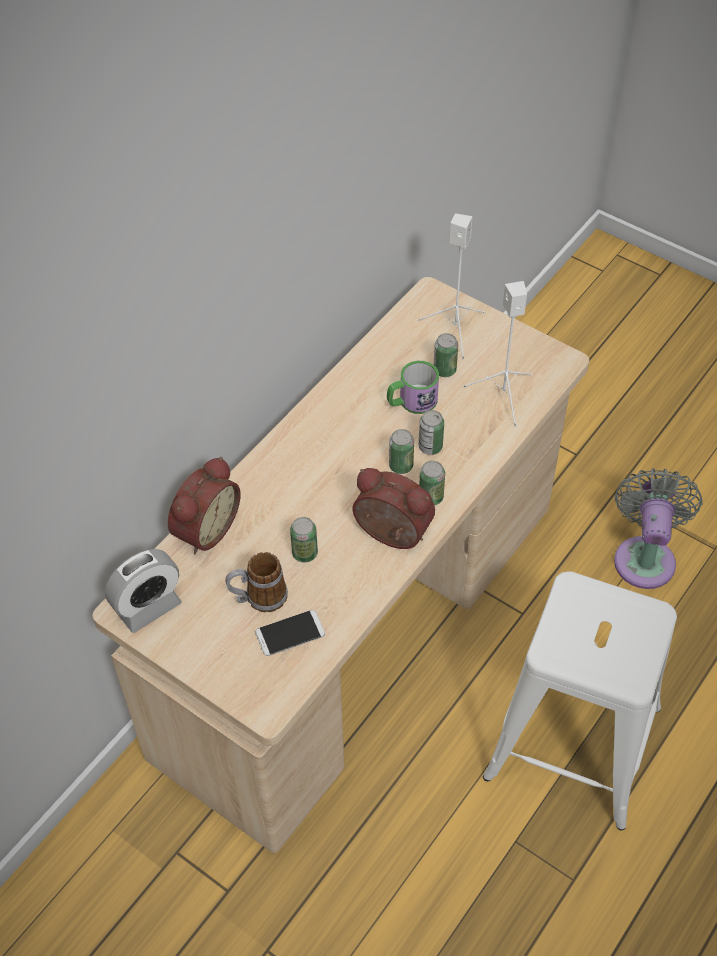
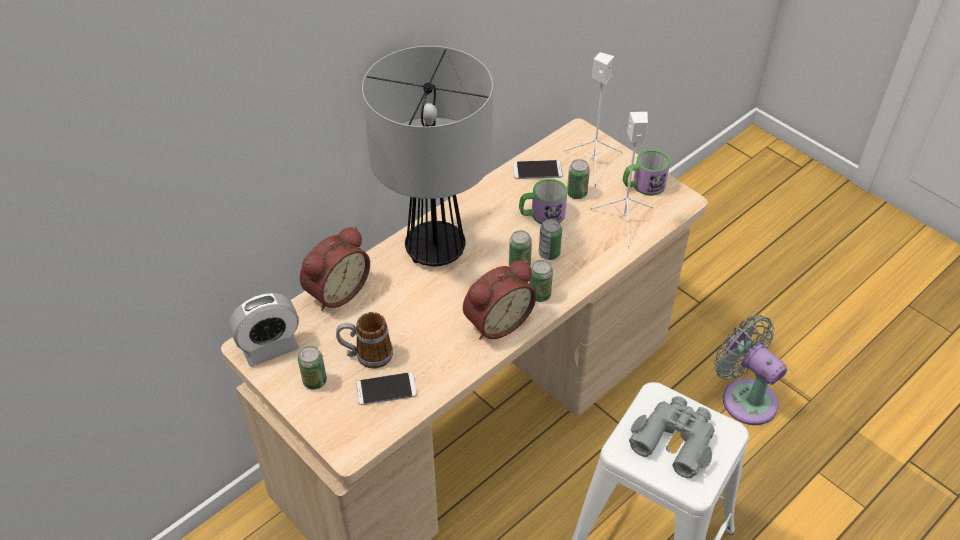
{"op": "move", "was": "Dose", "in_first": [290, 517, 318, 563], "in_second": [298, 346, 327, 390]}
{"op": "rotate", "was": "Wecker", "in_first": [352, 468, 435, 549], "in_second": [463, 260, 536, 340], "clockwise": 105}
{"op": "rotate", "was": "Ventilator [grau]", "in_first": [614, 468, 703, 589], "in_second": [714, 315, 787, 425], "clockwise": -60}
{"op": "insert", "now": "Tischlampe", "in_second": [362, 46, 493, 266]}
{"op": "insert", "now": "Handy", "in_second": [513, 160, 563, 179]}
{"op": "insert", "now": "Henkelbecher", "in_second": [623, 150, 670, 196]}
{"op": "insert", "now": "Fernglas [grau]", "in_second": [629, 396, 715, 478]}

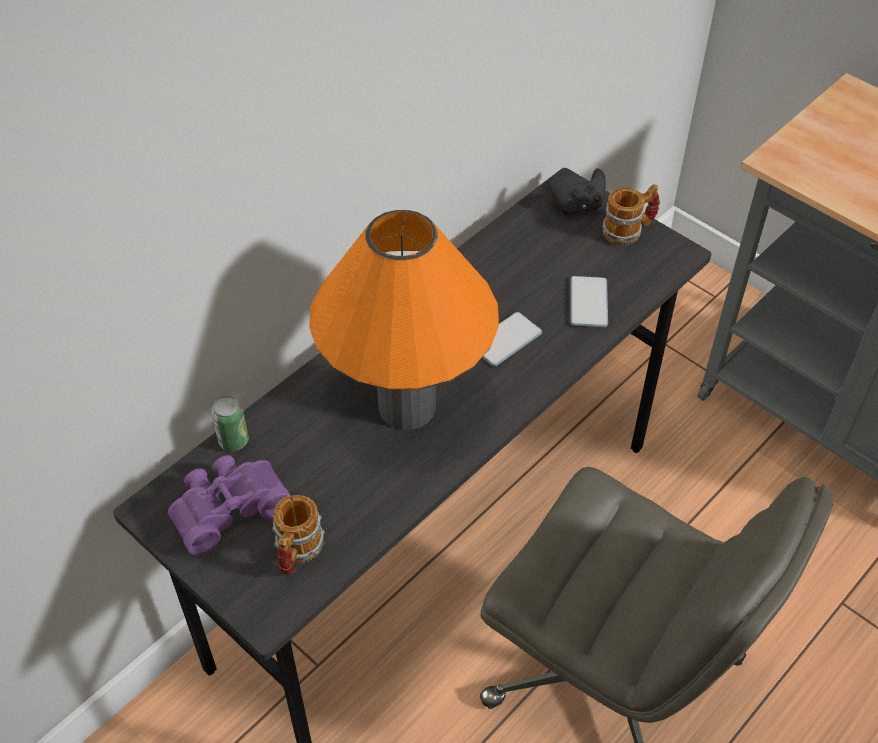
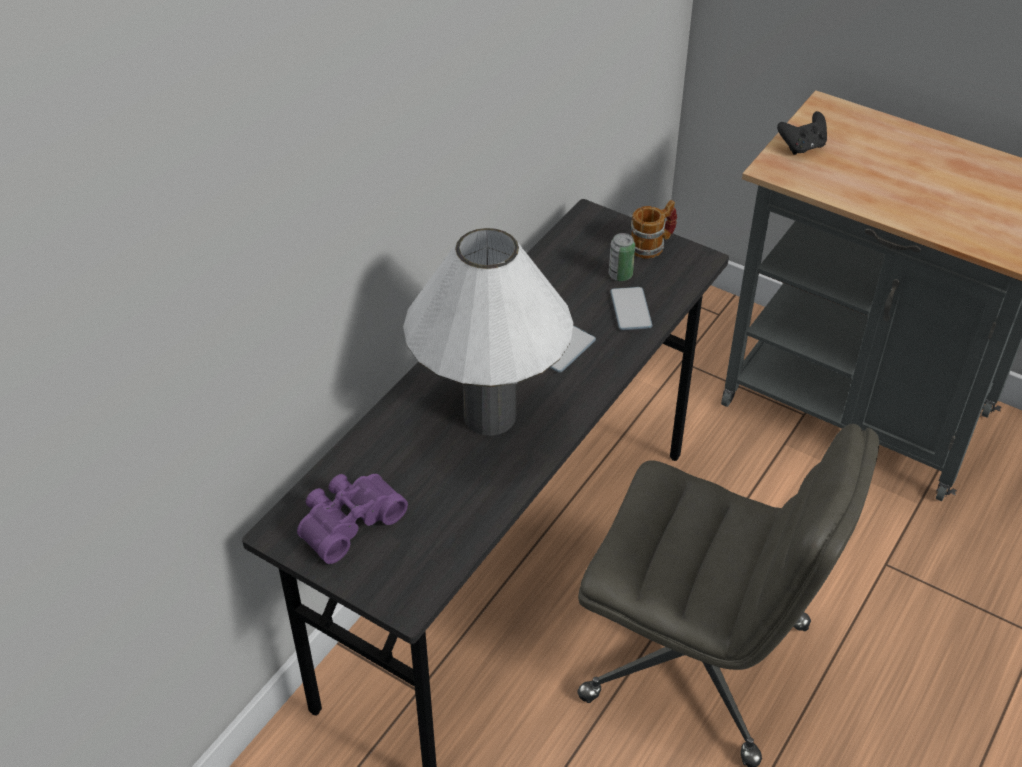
{"op": "move", "was": "Dose", "in_first": [211, 396, 249, 451], "in_second": [609, 233, 635, 281]}
{"op": "delete", "was": "Henkelbecher", "in_first": [272, 495, 325, 575]}
{"op": "recolor", "was": "Tischlampe [orange]", "now": "Tischlampe [weiß]", "in_first": [309, 210, 499, 430], "in_second": [403, 228, 573, 436]}
{"op": "move", "was": "Gamepad [schwarz]", "in_first": [548, 168, 606, 214], "in_second": [777, 111, 827, 155]}

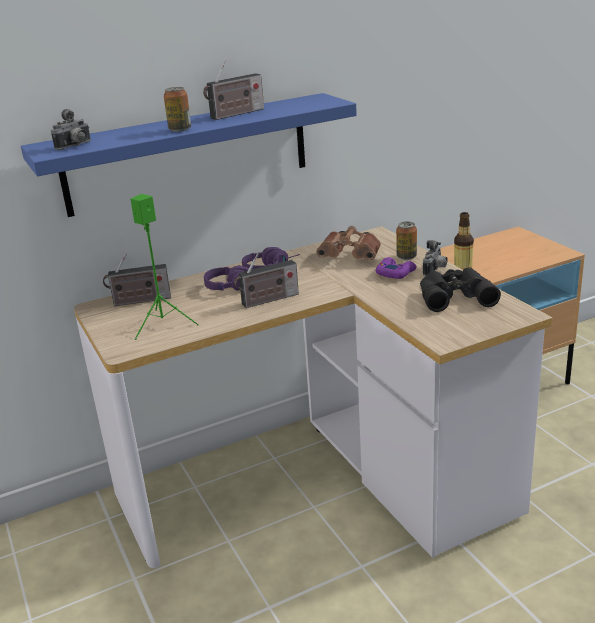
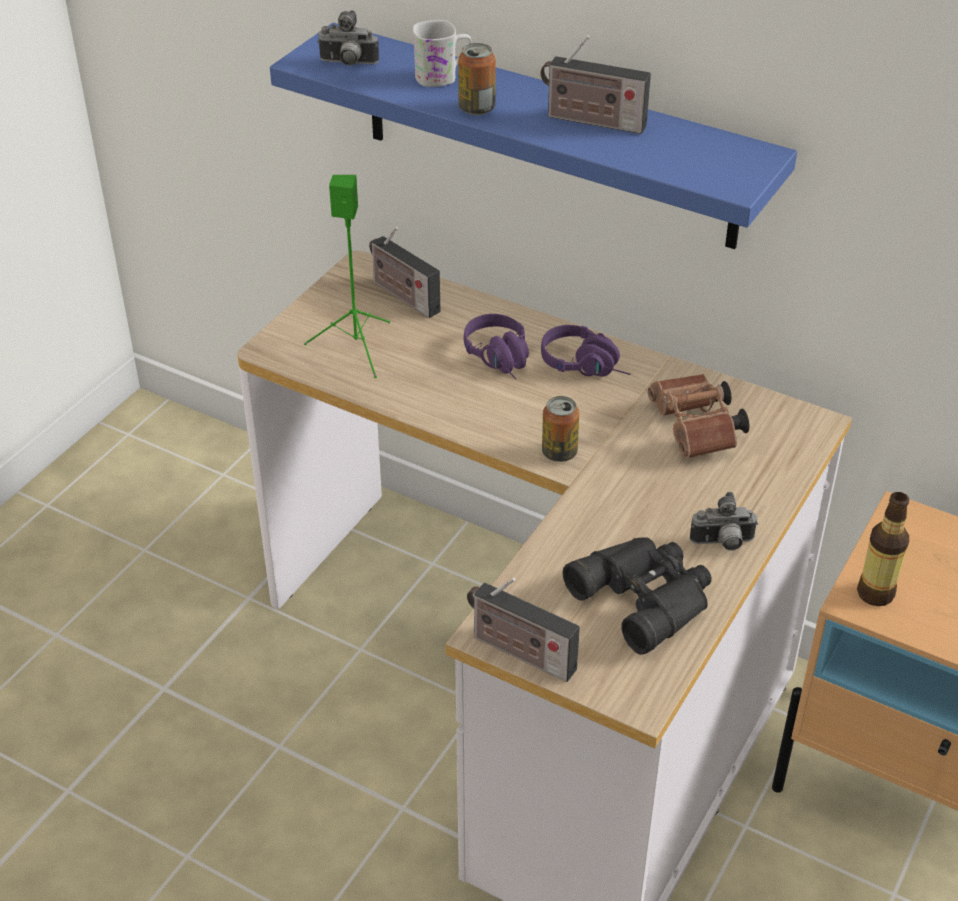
{"op": "move", "was": "Radio", "in_first": [234, 252, 299, 308], "in_second": [467, 578, 580, 682]}
{"op": "delete", "was": "Gamepad [lila]", "in_first": [376, 257, 416, 279]}
{"op": "move", "was": "Dose", "in_first": [396, 222, 417, 260], "in_second": [542, 396, 579, 462]}
{"op": "insert", "now": "Henkelbecher [weiß]", "in_second": [412, 20, 471, 87]}

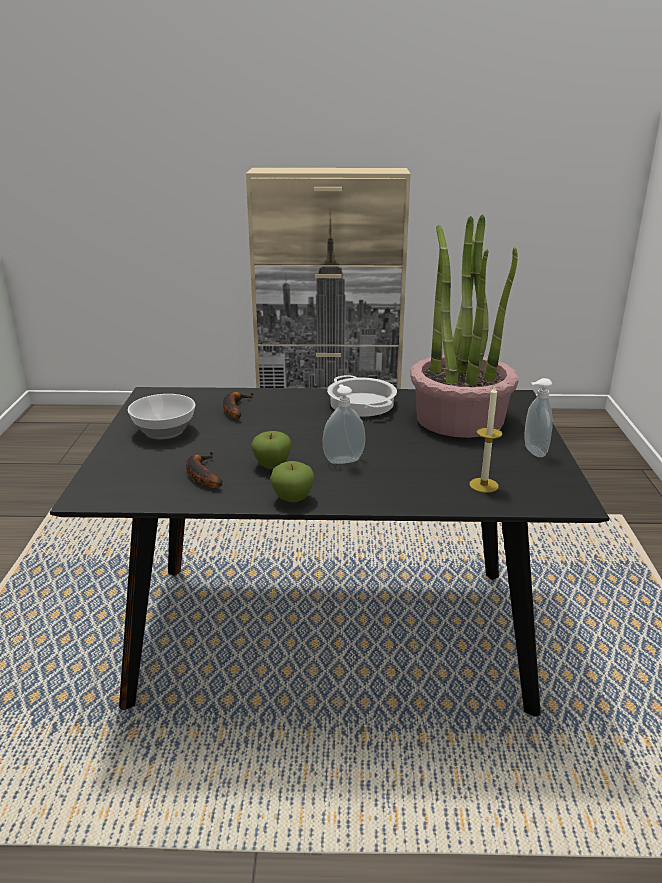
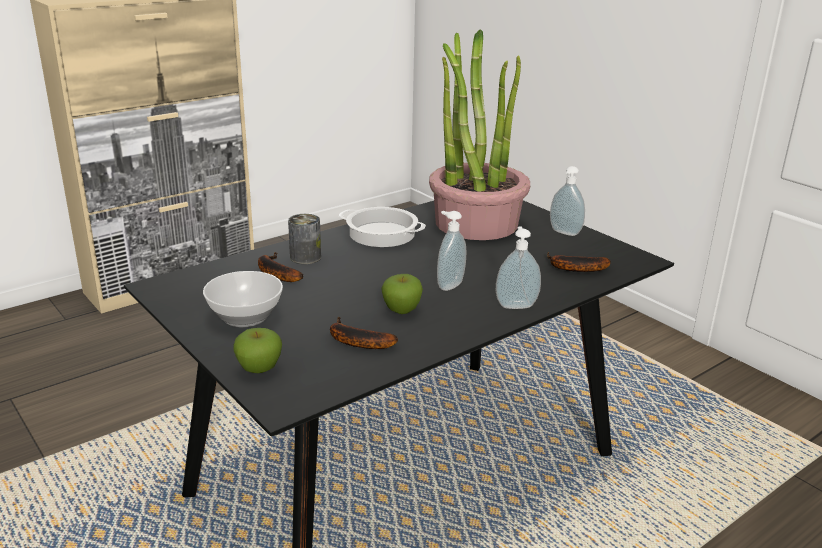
{"op": "move", "was": "Apfel", "in_first": [270, 461, 315, 502], "in_second": [233, 328, 282, 373]}
{"op": "replace", "was": "Kerze", "now": "Banane", "in_first": [469, 386, 503, 493], "in_second": [547, 252, 611, 272]}
{"op": "insert", "now": "Dose", "in_second": [288, 214, 321, 264]}
{"op": "insert", "now": "Seifenspender", "in_second": [496, 227, 541, 309]}

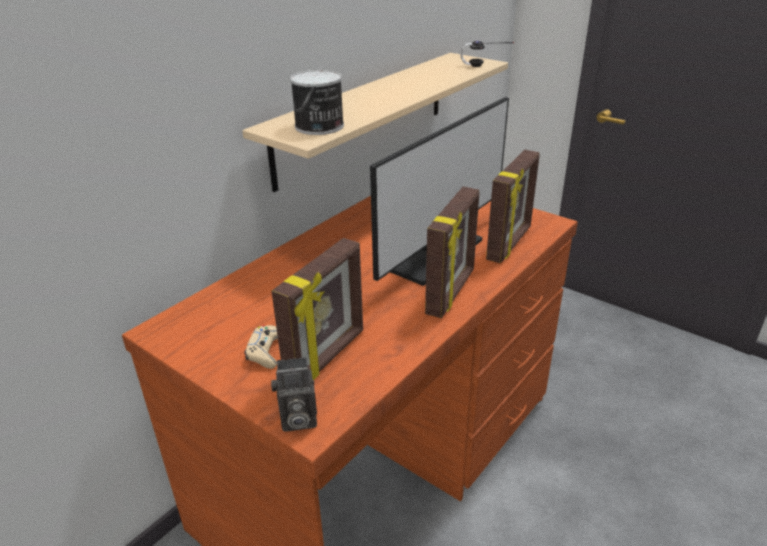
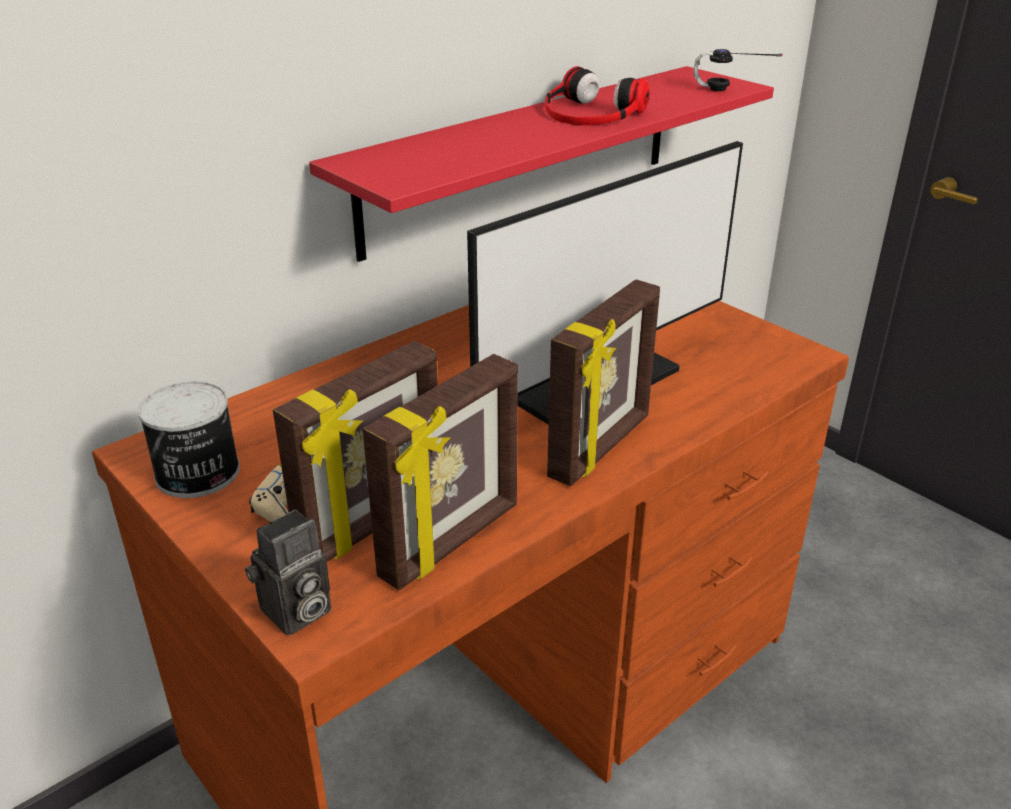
{"op": "recolor", "was": "Wandregal [beige]", "now": "Wandregal [rot]", "in_first": [242, 53, 508, 192], "in_second": [309, 66, 774, 262]}
{"op": "rotate", "was": "Kamera", "in_first": [271, 357, 317, 431], "in_second": [245, 509, 331, 636], "clockwise": -45}
{"op": "move", "was": "Dose", "in_first": [290, 70, 344, 135], "in_second": [138, 381, 240, 498]}
{"op": "move", "was": "Bilderrahmen", "in_first": [486, 150, 540, 263], "in_second": [363, 354, 518, 590]}
{"op": "insert", "now": "Kopfhörer", "in_second": [545, 66, 650, 125]}

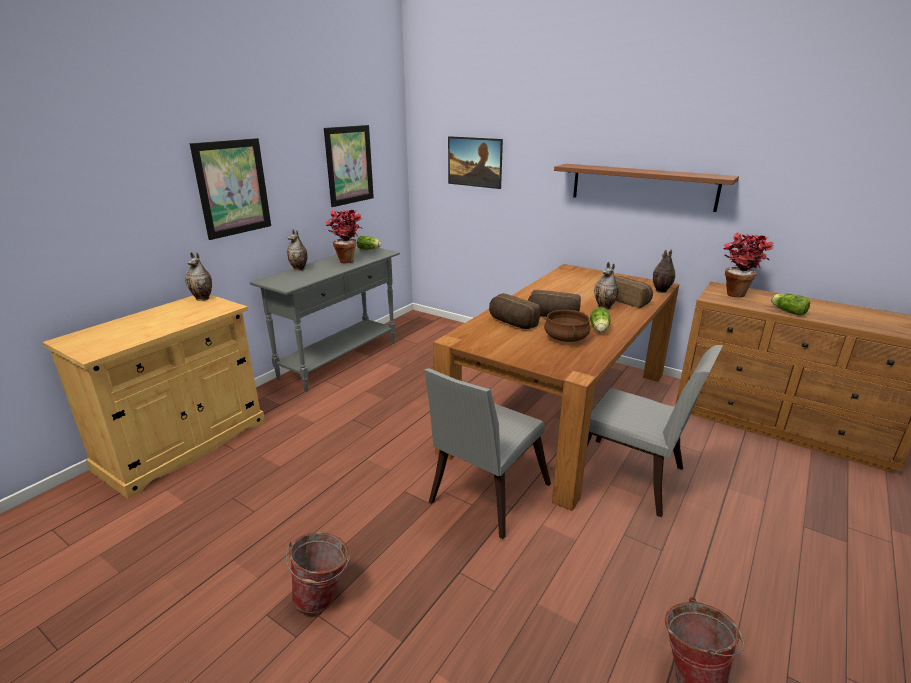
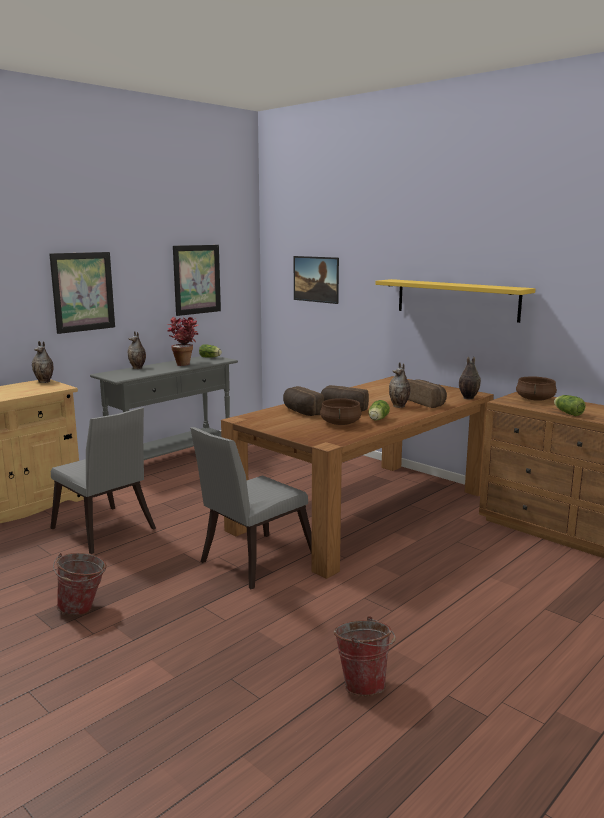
{"op": "recolor", "was": "Wandregal [braun]", "now": "Wandregal [gelb]", "in_first": [554, 164, 739, 212], "in_second": [375, 279, 535, 323]}
{"op": "move", "was": "Stuhl [grau]", "in_first": [587, 345, 723, 517], "in_second": [51, 408, 156, 554]}
{"op": "replace", "was": "Topfpflanze", "now": "Kochtopf [braun]", "in_first": [723, 232, 774, 298], "in_second": [516, 376, 557, 401]}

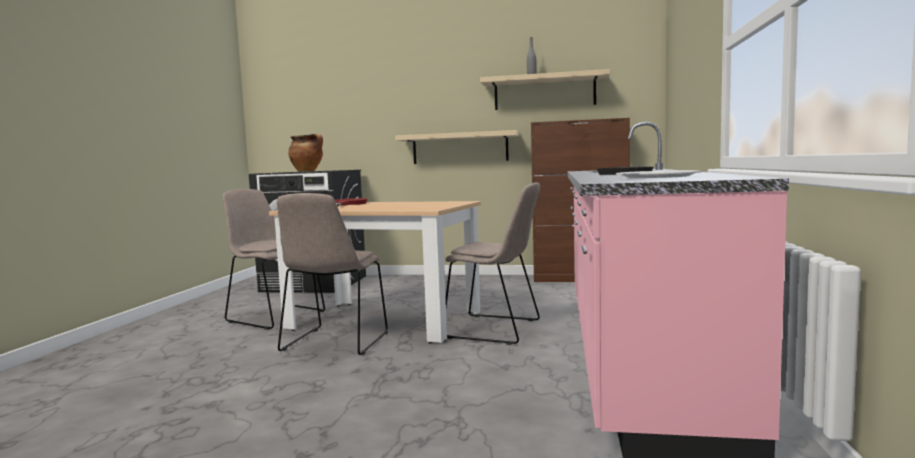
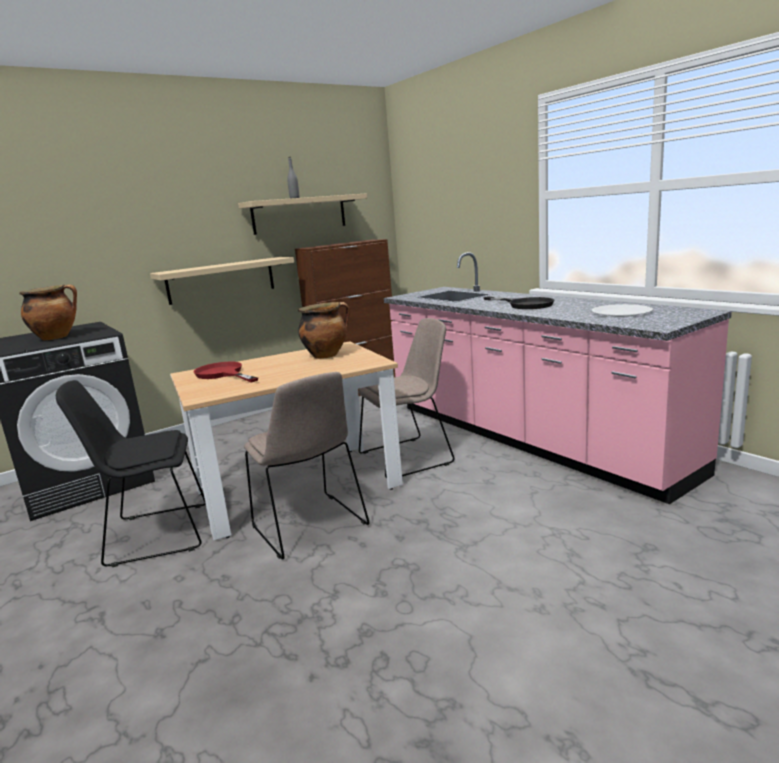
{"op": "recolor", "was": "Stuhl [beige]", "now": "Stuhl [schwarz]", "in_first": [222, 189, 325, 330], "in_second": [56, 380, 206, 567]}
{"op": "insert", "now": "Kochtopf", "in_second": [298, 302, 350, 359]}

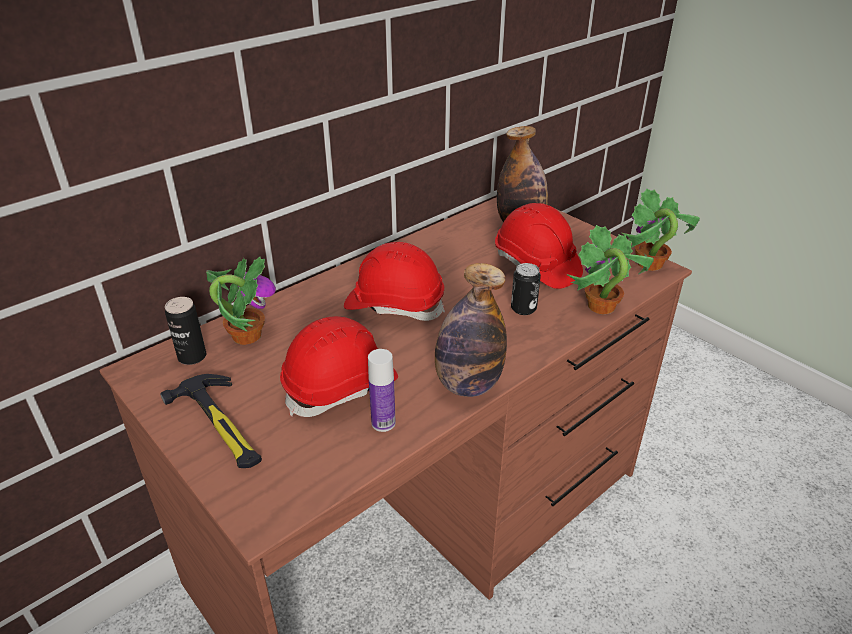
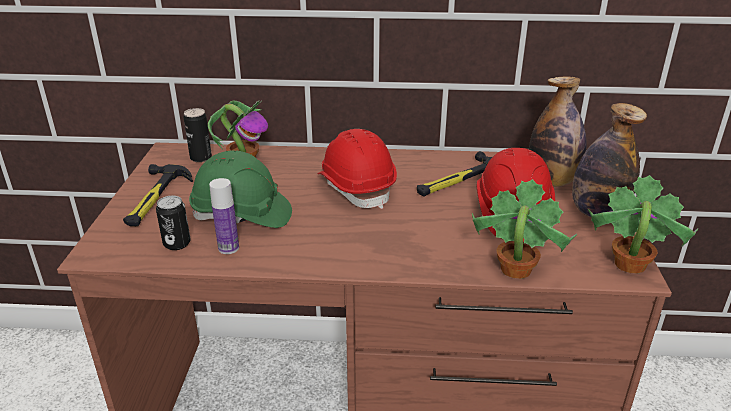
{"op": "recolor", "was": "Schutzhelm [rot]", "now": "Schutzhelm [grün]", "in_first": [280, 316, 398, 417], "in_second": [189, 150, 292, 228]}
{"op": "move", "was": "Flasche", "in_first": [435, 263, 507, 397], "in_second": [572, 103, 647, 218]}
{"op": "move", "was": "Dose", "in_first": [511, 263, 541, 315], "in_second": [156, 196, 191, 250]}
{"op": "insert", "now": "Hammer", "in_second": [417, 151, 492, 197]}

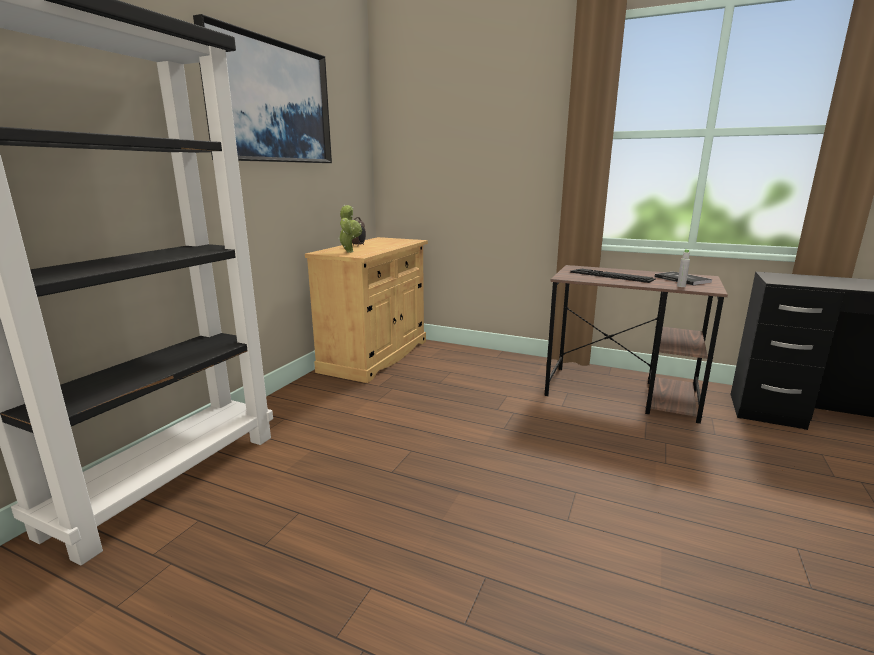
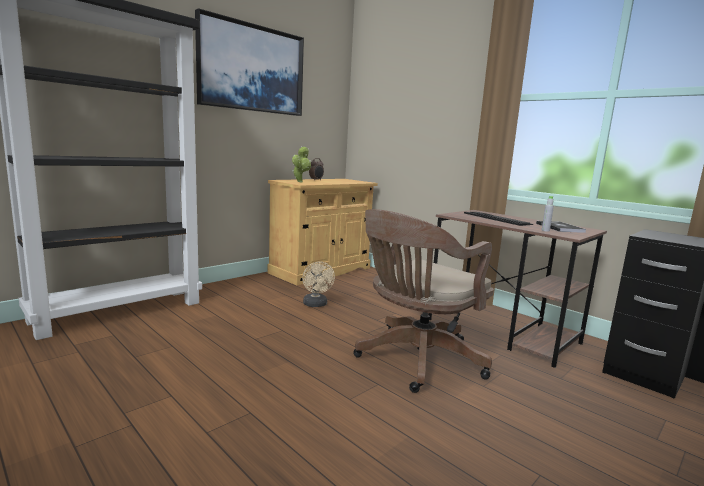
{"op": "insert", "now": "Ventilator [beige]", "in_second": [302, 261, 335, 307]}
{"op": "insert", "now": "Bürostuhl [braun]", "in_second": [353, 209, 494, 393]}

